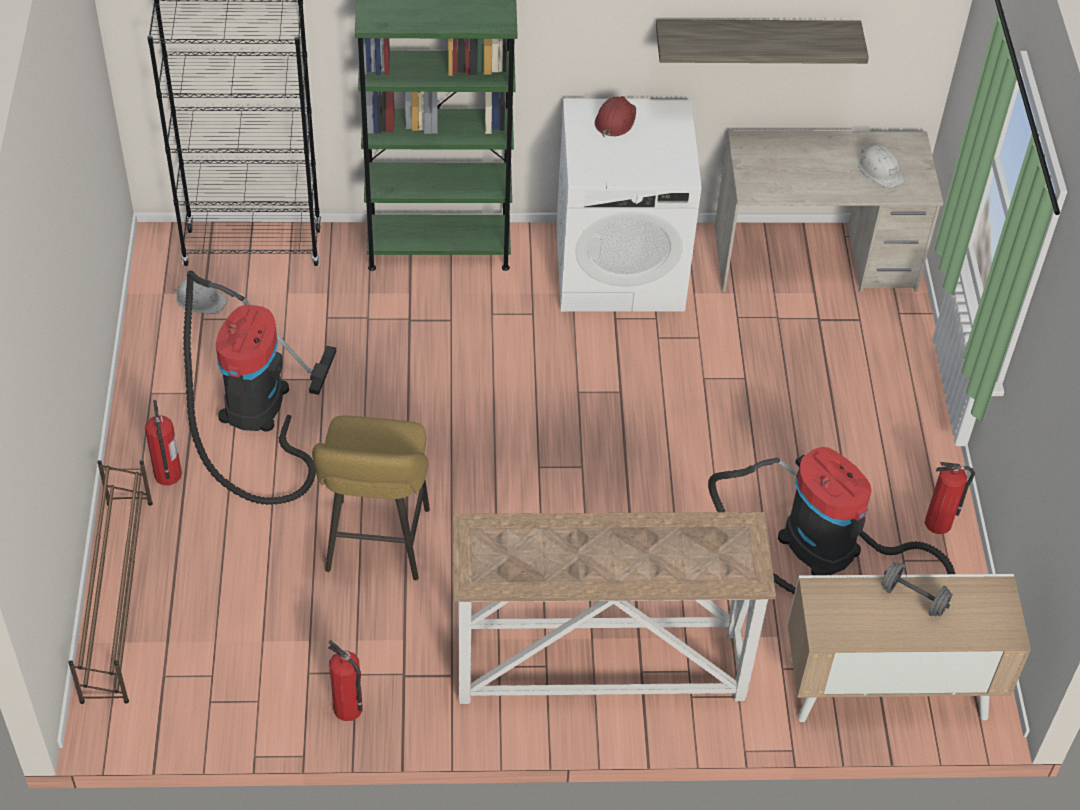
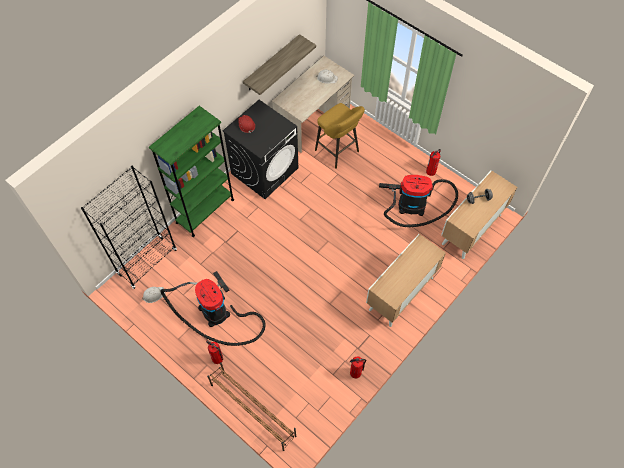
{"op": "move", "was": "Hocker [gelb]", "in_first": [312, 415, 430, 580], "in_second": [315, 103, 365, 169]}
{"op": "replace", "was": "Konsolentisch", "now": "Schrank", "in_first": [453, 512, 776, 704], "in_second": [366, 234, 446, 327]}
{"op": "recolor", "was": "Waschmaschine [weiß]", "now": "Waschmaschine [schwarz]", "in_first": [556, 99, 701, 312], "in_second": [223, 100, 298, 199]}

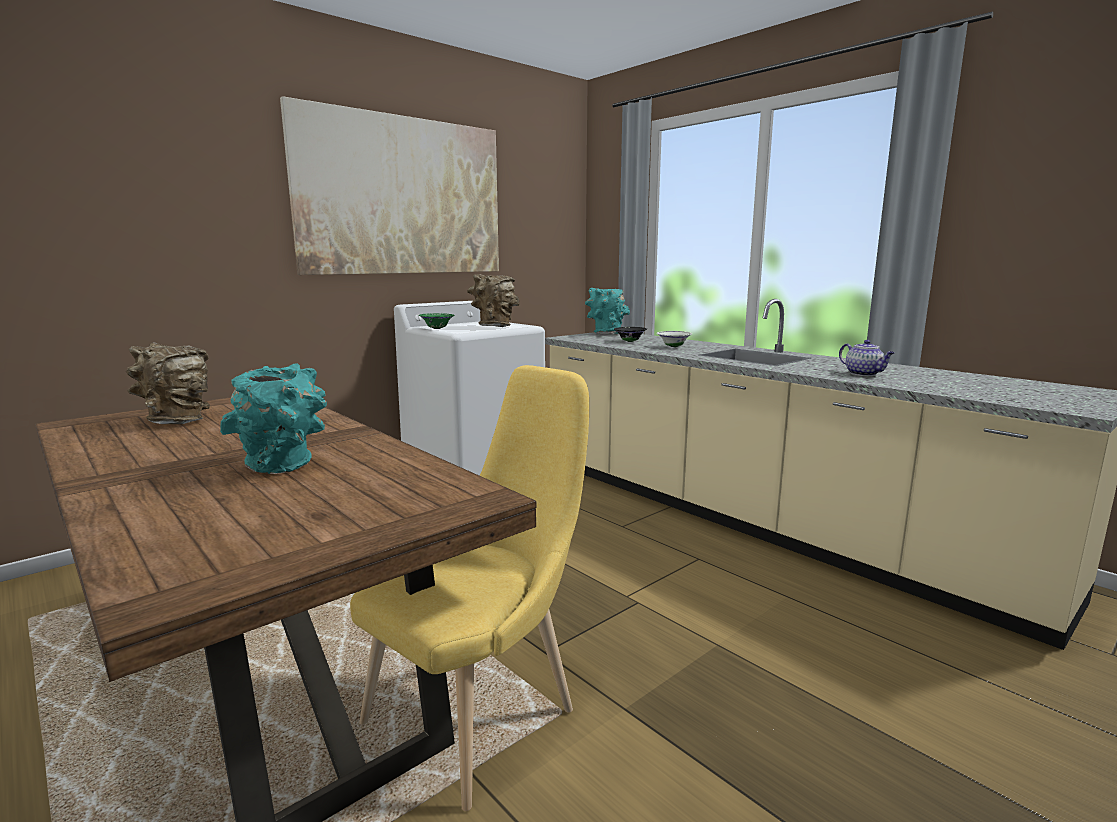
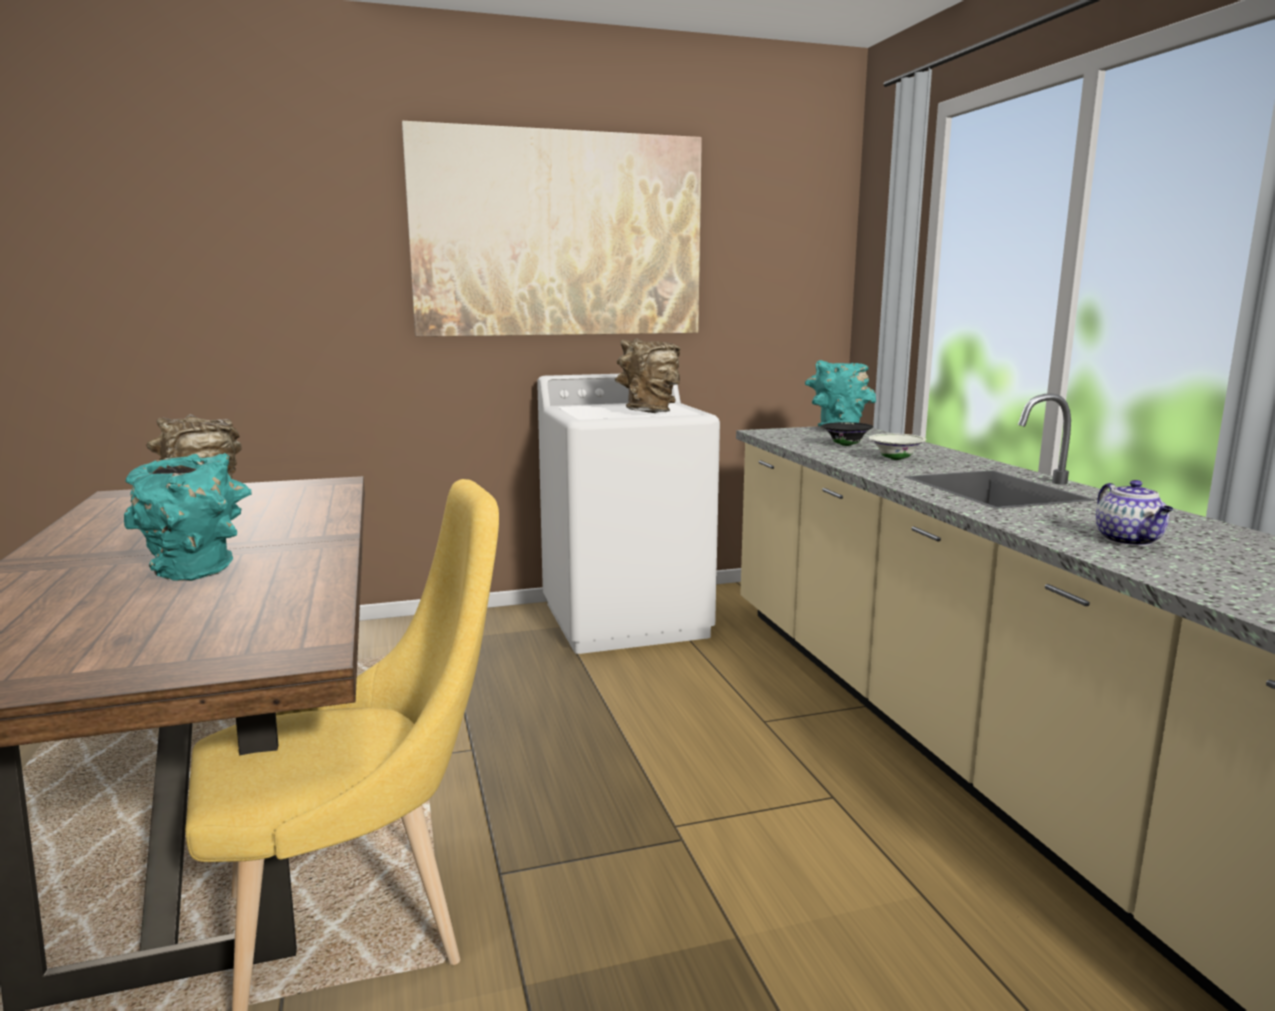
{"op": "delete", "was": "Schüssel [grün]", "in_first": [419, 313, 455, 329]}

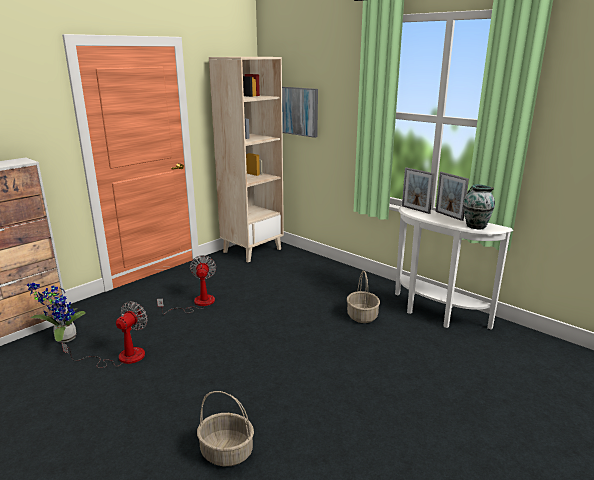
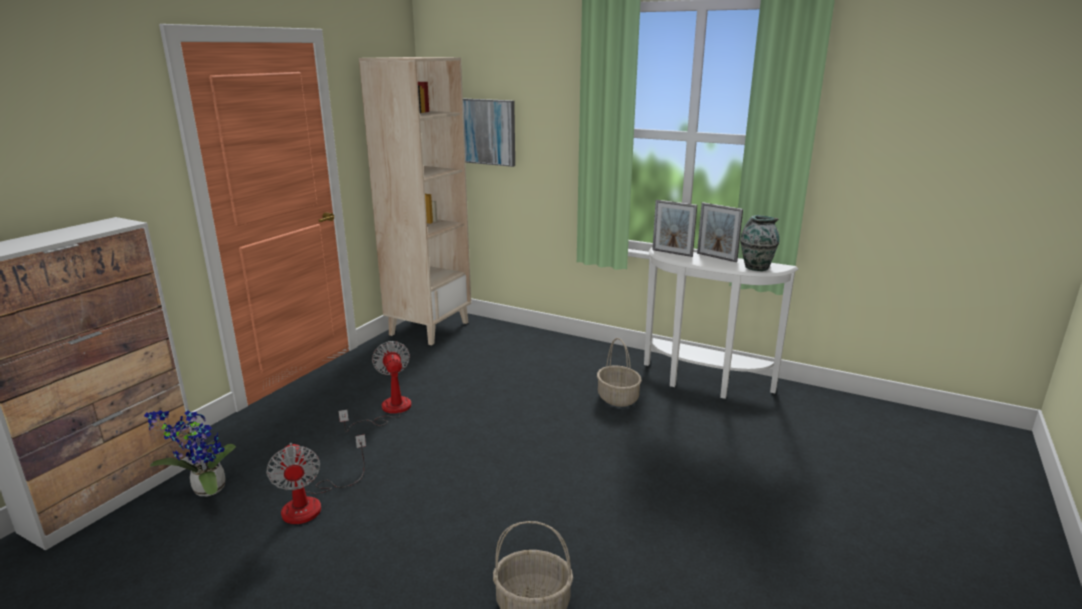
{"op": "rotate", "was": "Ventilator", "in_first": [62, 301, 148, 368], "in_second": [266, 435, 366, 524], "clockwise": 150}

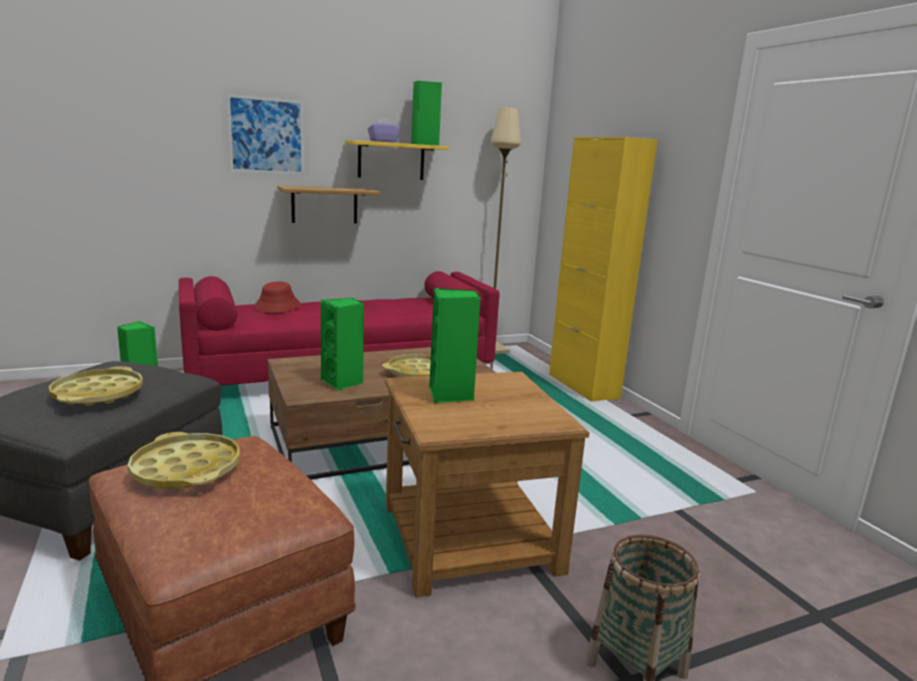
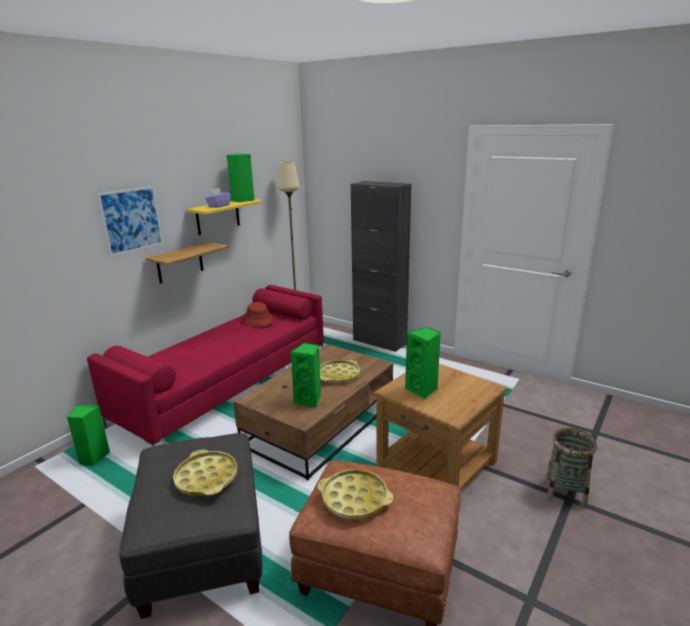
{"op": "move", "was": "Hut [rot]", "in_first": [254, 282, 300, 313], "in_second": [243, 302, 274, 327]}
{"op": "recolor", "was": "Schrank [gelb]", "now": "Schrank [schwarz]", "in_first": [549, 137, 657, 402], "in_second": [351, 181, 411, 352]}

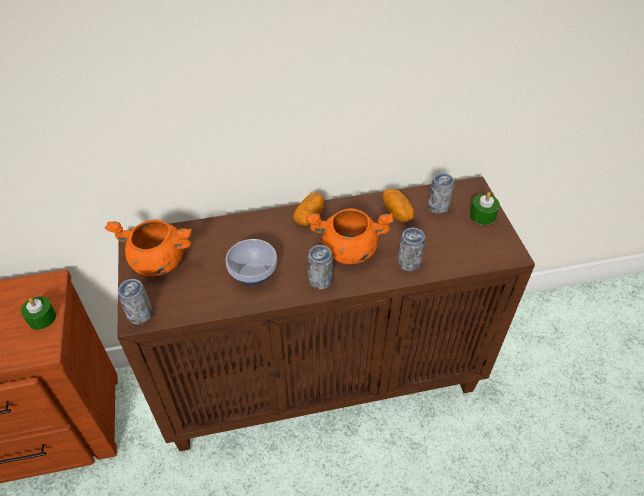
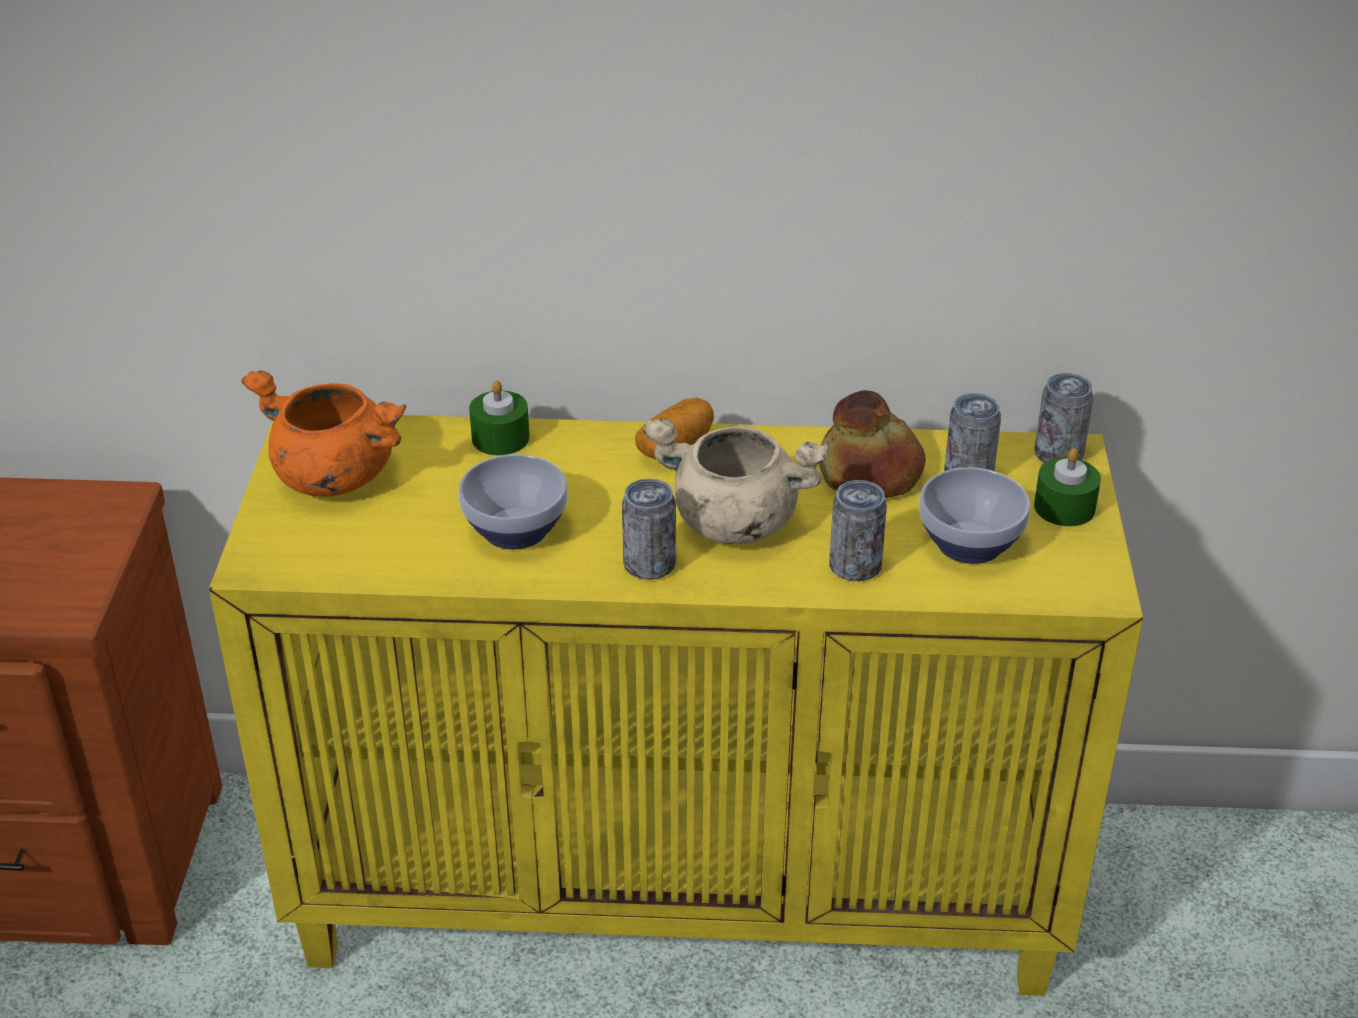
{"op": "move", "was": "Kerze [grün]", "in_first": [21, 296, 56, 330], "in_second": [469, 380, 530, 455]}
{"op": "recolor", "was": "Schrank [braun]", "now": "Schrank [gelb]", "in_first": [117, 176, 535, 451], "in_second": [209, 415, 1143, 996]}
{"op": "move", "was": "Dose", "in_first": [118, 279, 153, 325], "in_second": [1034, 373, 1094, 463]}
{"op": "recolor", "was": "Kochtopf [orange]", "now": "Kochtopf [beige]", "in_first": [306, 208, 394, 264], "in_second": [643, 419, 829, 544]}
{"op": "replace", "was": "Kartoffel", "now": "Brot", "in_first": [383, 189, 415, 222], "in_second": [819, 390, 926, 498]}
{"op": "insert", "now": "Schüssel", "in_second": [919, 467, 1030, 564]}

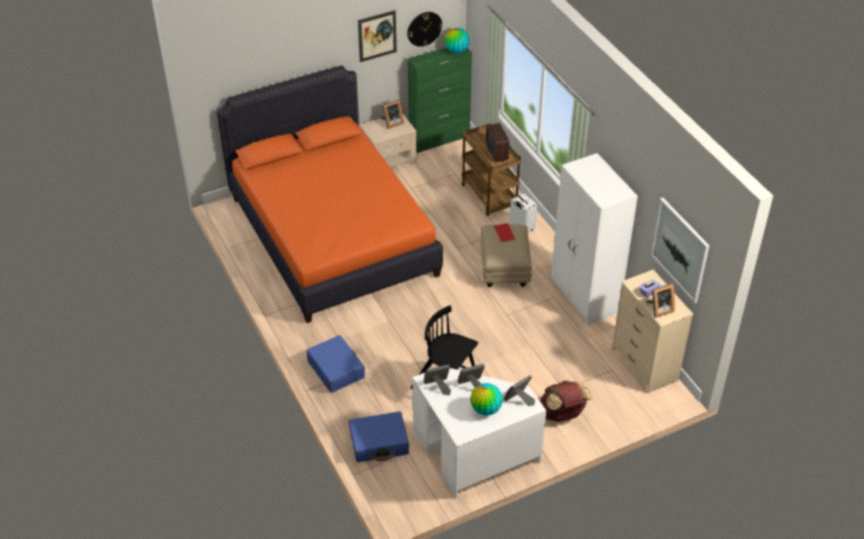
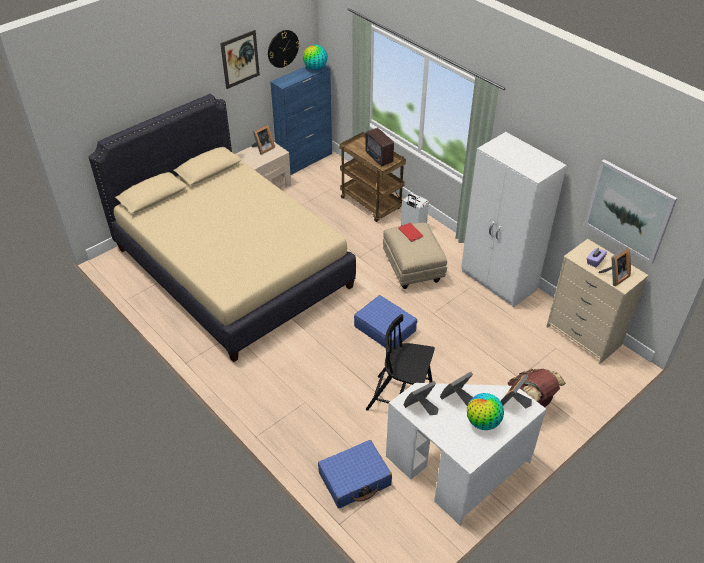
{"op": "recolor", "was": "Bett [orange]", "now": "Bett [beige]", "in_first": [216, 65, 443, 323], "in_second": [88, 94, 356, 362]}
{"op": "move", "was": "Koffer [blau]", "in_first": [306, 335, 365, 393], "in_second": [354, 295, 417, 350]}
{"op": "recolor", "was": "Schrank [grün]", "now": "Schrank [blau]", "in_first": [408, 47, 472, 153], "in_second": [270, 65, 332, 175]}

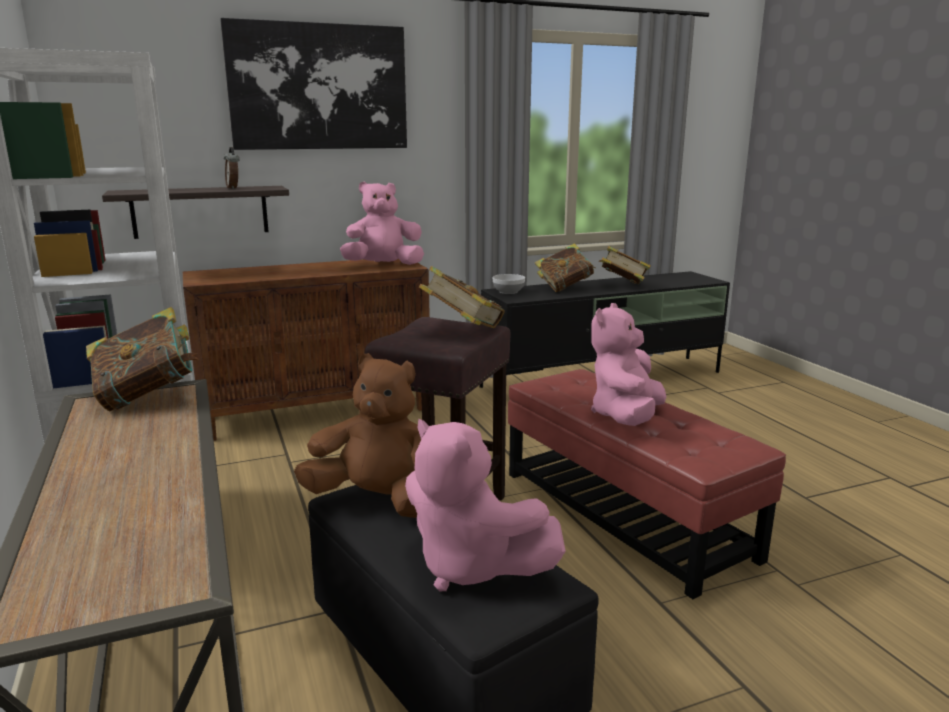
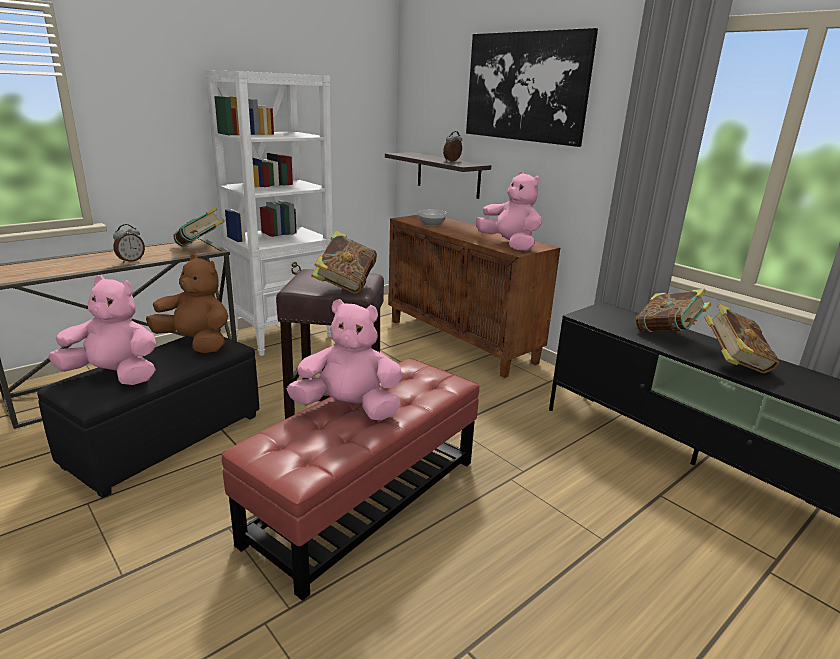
{"op": "rotate", "was": "Plüschtier [braun]", "in_first": [294, 353, 421, 518], "in_second": [146, 254, 228, 353], "clockwise": -60}
{"op": "rotate", "was": "Plüschtier [rosa]", "in_first": [405, 419, 566, 591], "in_second": [49, 275, 156, 385], "clockwise": 75}
{"op": "move", "was": "Schüssel", "in_first": [492, 274, 525, 294], "in_second": [419, 209, 446, 226]}
{"op": "insert", "now": "Wecker", "in_second": [113, 224, 145, 263]}

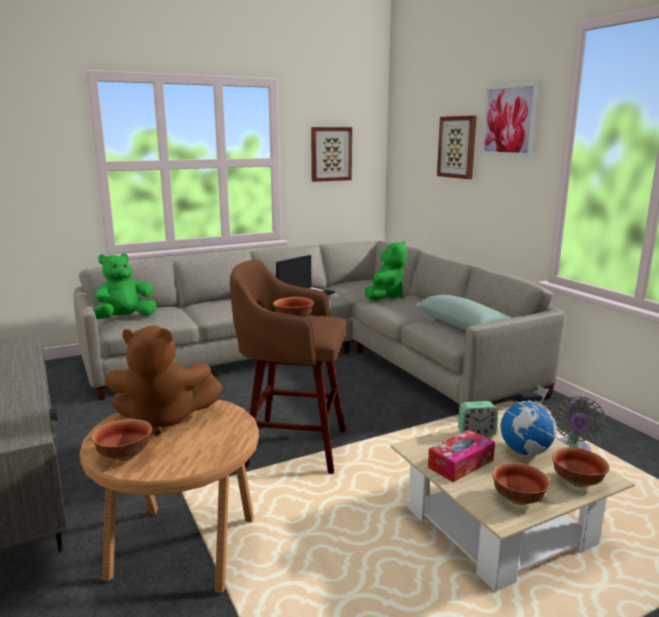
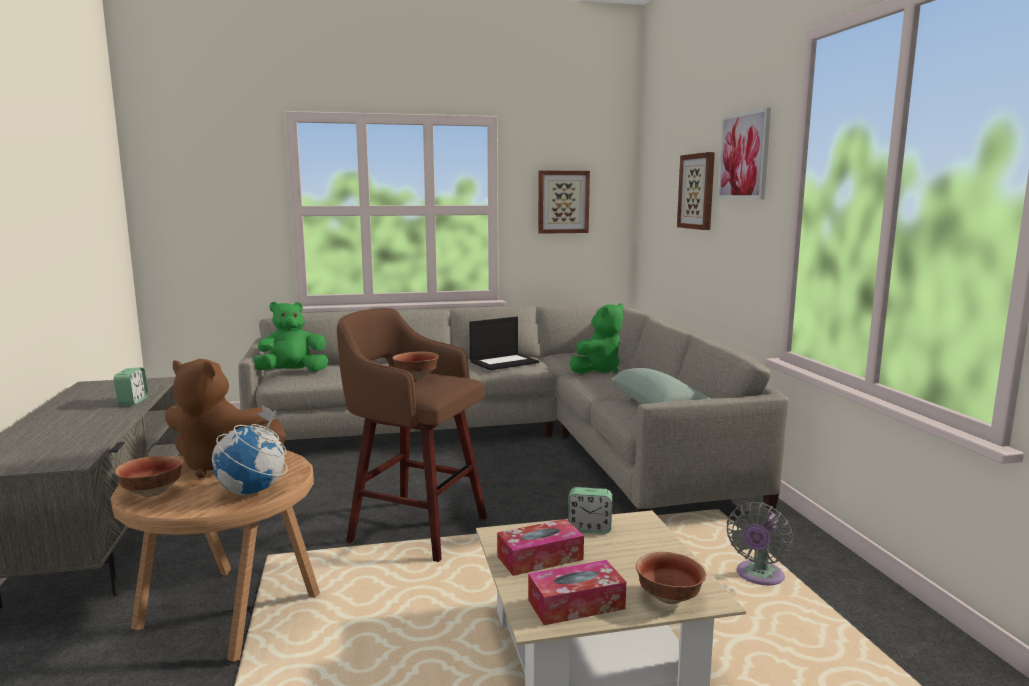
{"op": "replace", "was": "Schüssel", "now": "Taschentuchbox", "in_first": [492, 462, 550, 505], "in_second": [528, 560, 626, 625]}
{"op": "move", "was": "Globus", "in_first": [501, 385, 559, 456], "in_second": [212, 405, 288, 495]}
{"op": "insert", "now": "Wecker", "in_second": [113, 367, 148, 406]}

